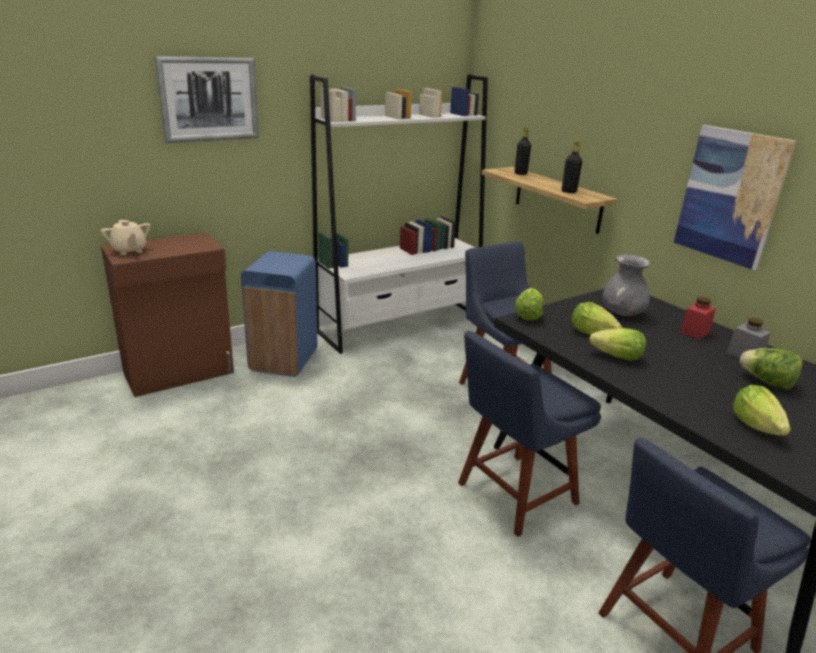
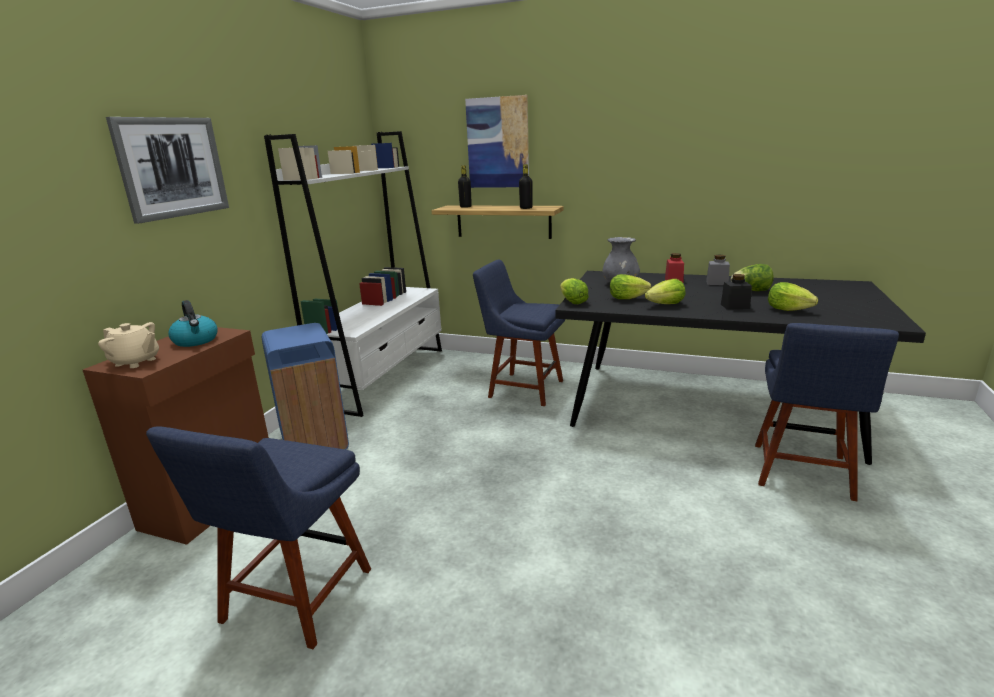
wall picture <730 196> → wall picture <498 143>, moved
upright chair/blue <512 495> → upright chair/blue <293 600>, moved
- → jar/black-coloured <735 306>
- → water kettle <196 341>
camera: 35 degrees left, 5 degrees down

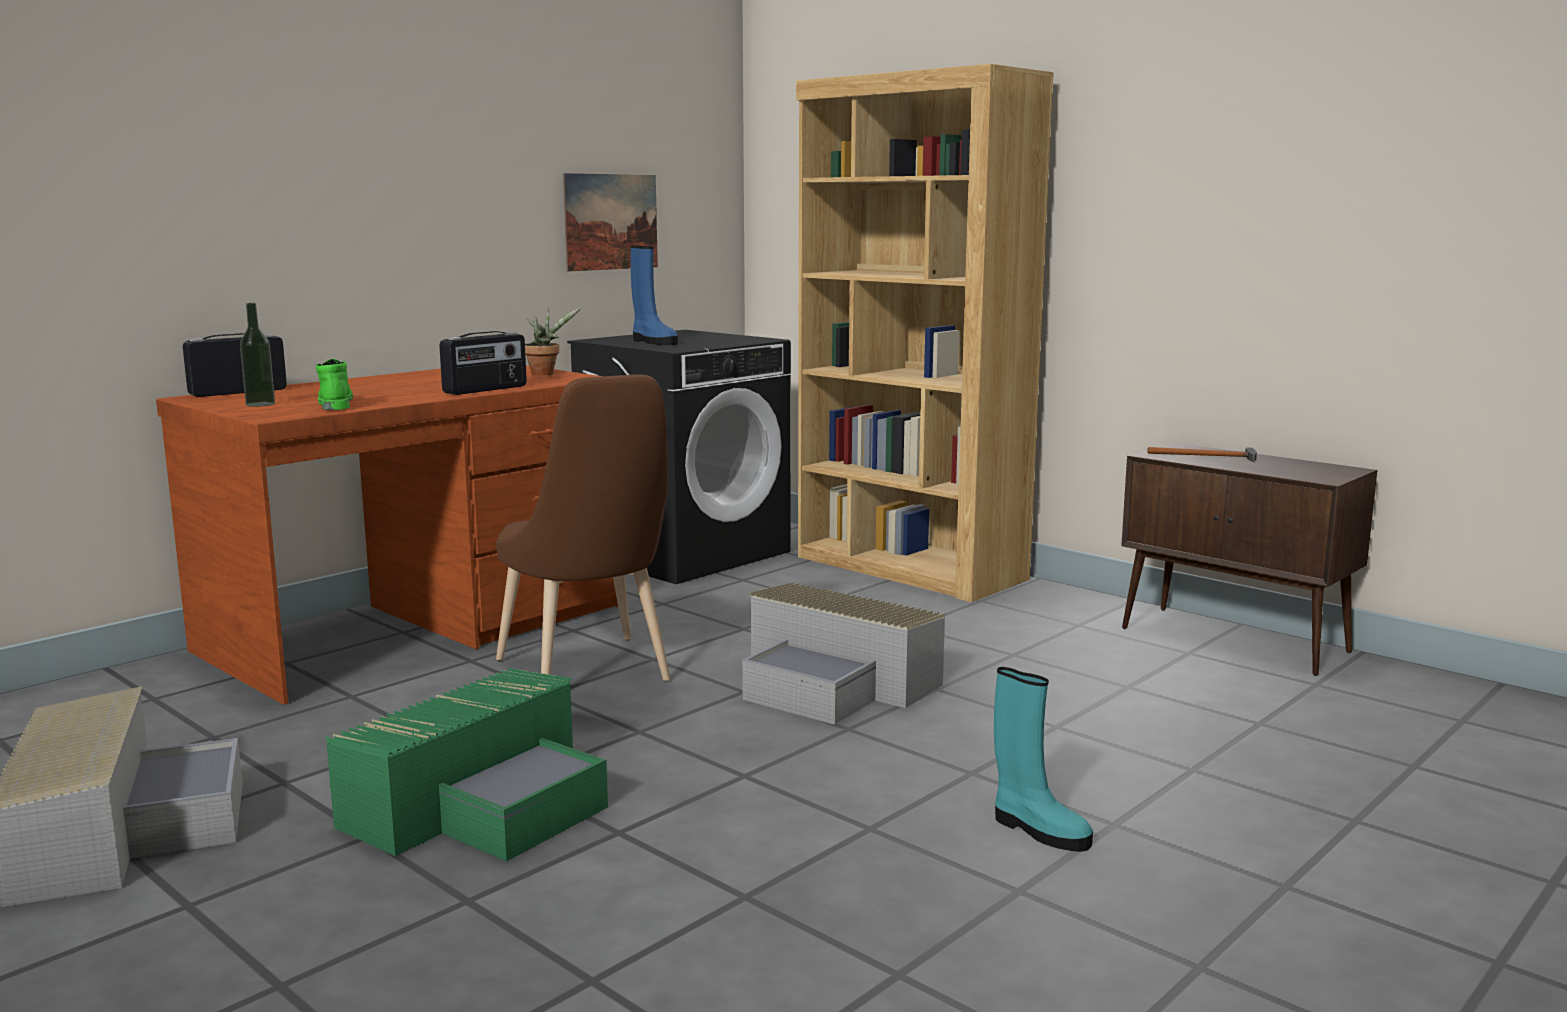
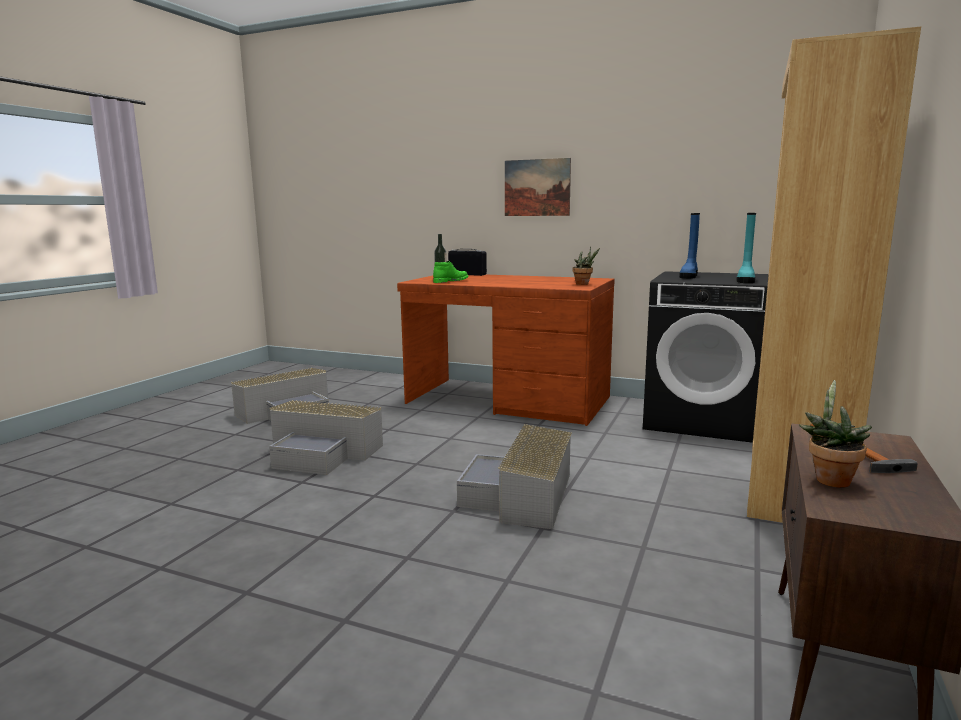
wall picture <611 222> → wall picture <537 187>, moved
radio set <486 389> → -
upright chair/brown <589 674> → -
high-top boot/turquoise <1038 830> → high-top boot/turquoise <745 280>, moved
storage container/green-coloured <483 803> → storage container/greyish <324 453>
- → plant in a pot <829 479>
camera: 70 degrees right, 0 degrees up

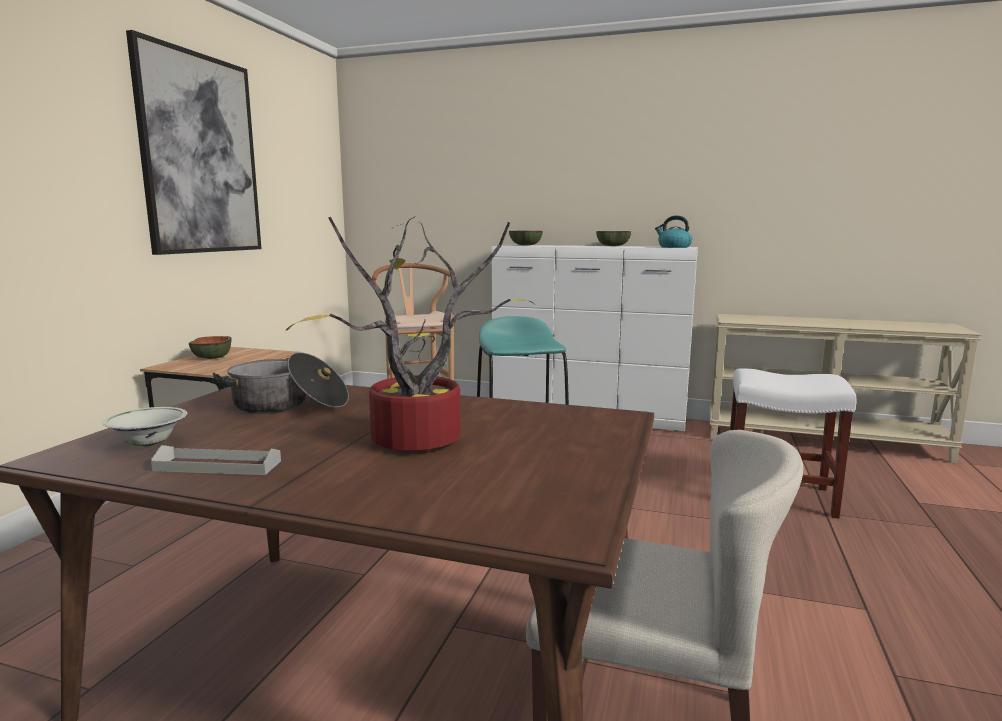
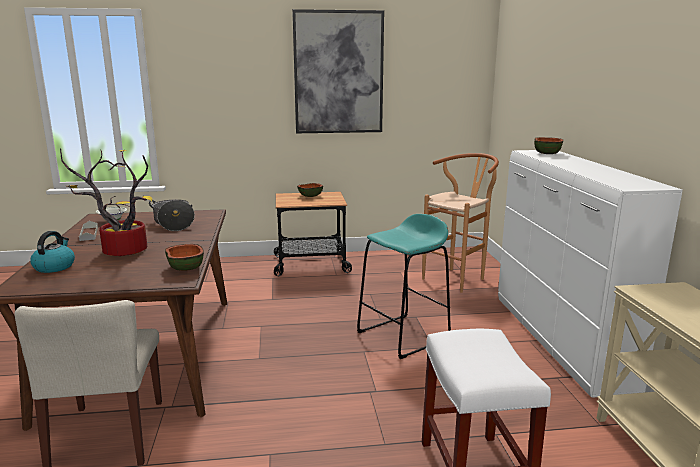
water kettle <673 247> → water kettle <54 267>, moved
deep dish <612 246> → deep dish <185 268>, moved
camera: 65 degrees right, 5 degrees up

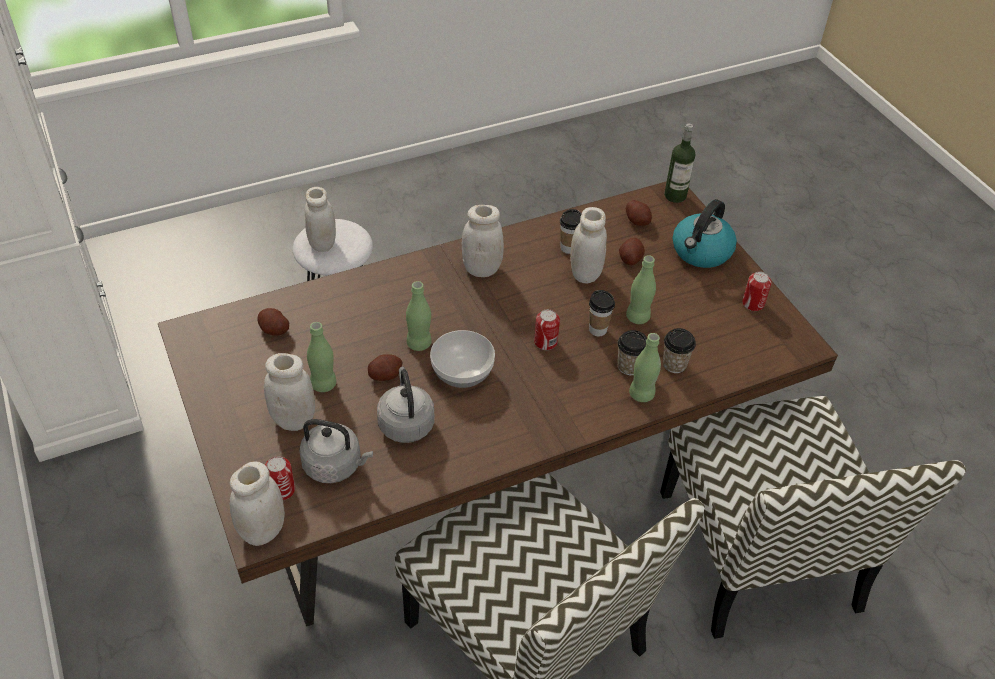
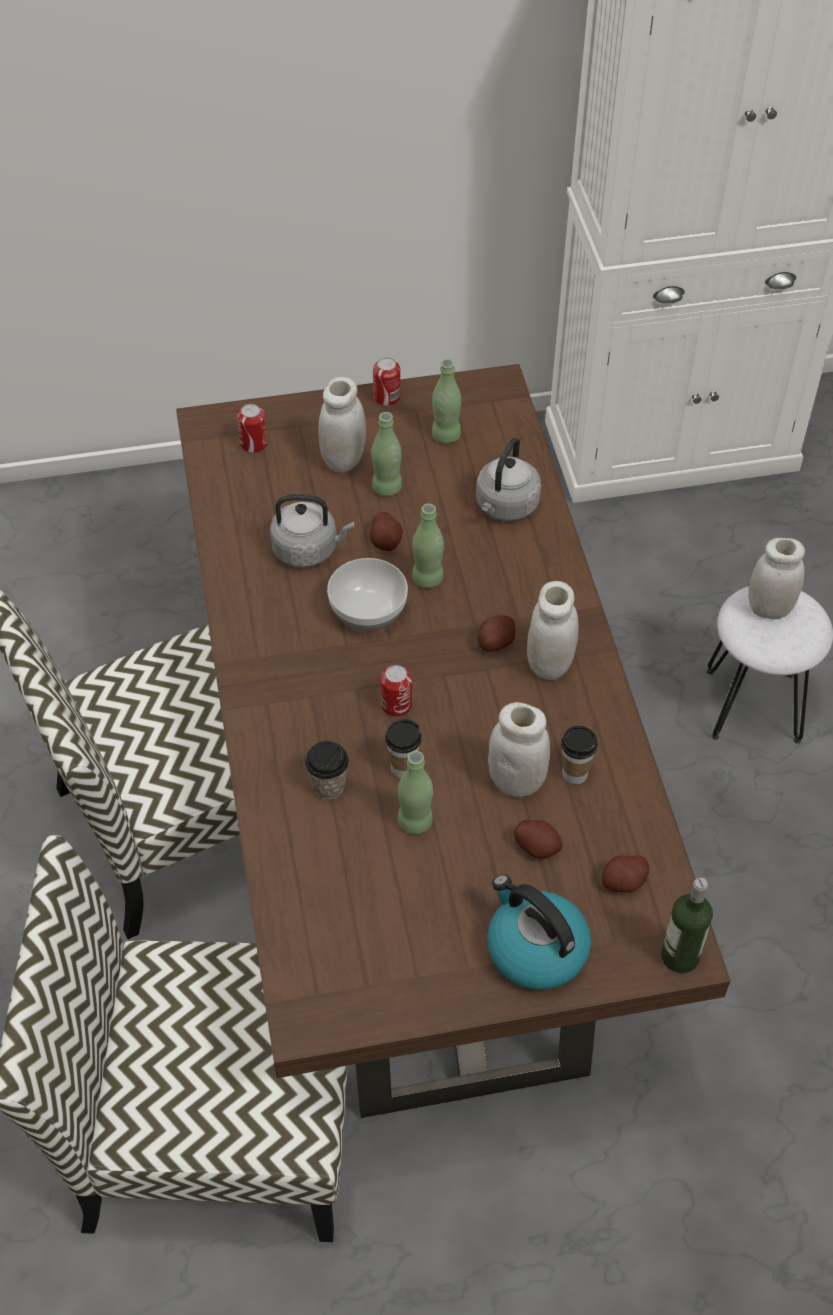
can <753 303> → can <387 397>, moved
potato <274 330> → potato <495 642>, moved
drinking cup <674 364> → -
bottle/green-coloured <641 394> → bottle/green-coloured <446 435>, moved
water kettle/greyish <335 465> → water kettle/greyish <505 507>, moved
jar/white <263 531> → -
camera: 105 degrees right, 5 degrees up

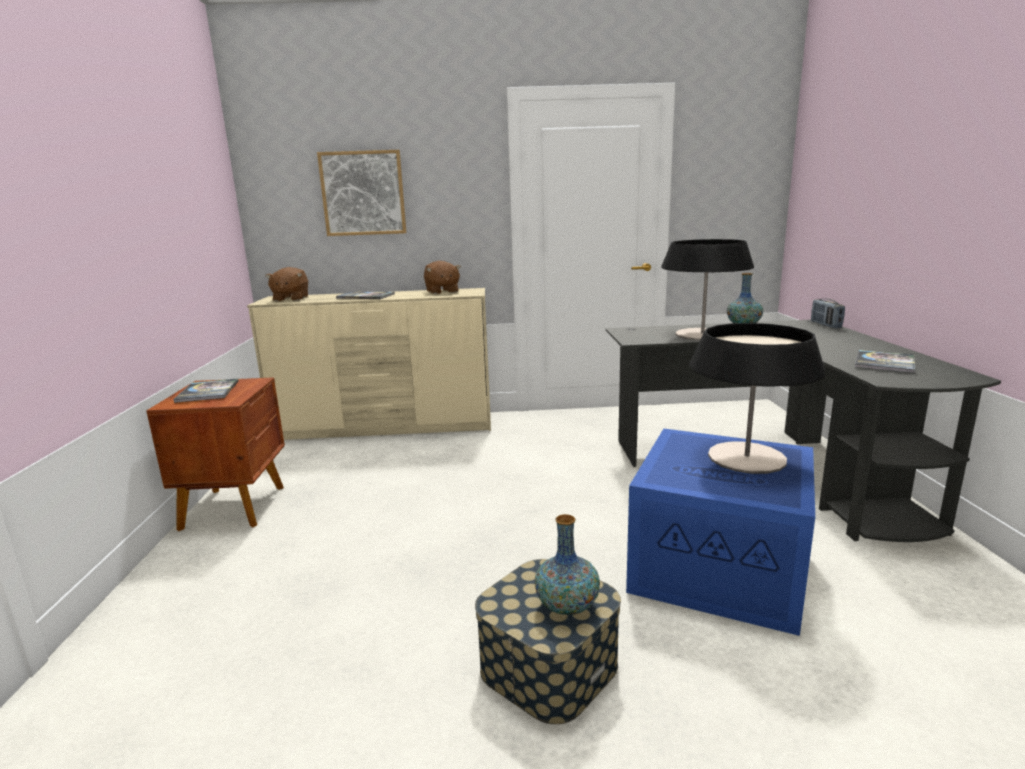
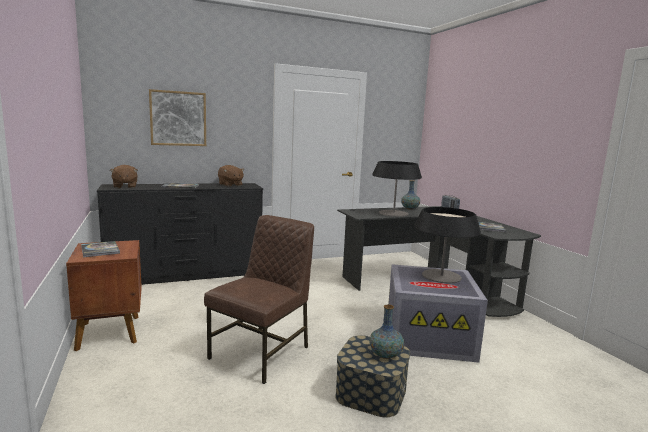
dresser/sand-coloured <386 427> → dresser/black-coloured <187 275>
storage container/blue <721 566> → storage container/greyish <429 336>
- → upright chair/brown <262 352>
camera: 20 degrees left, 5 degrees down

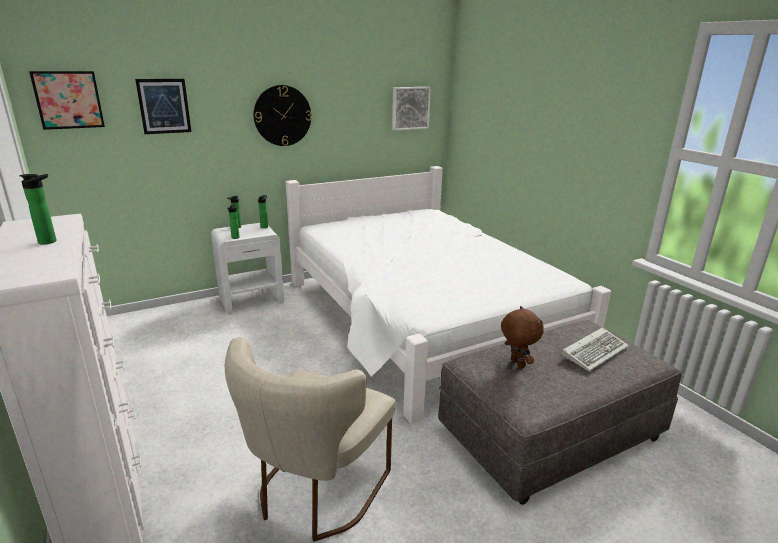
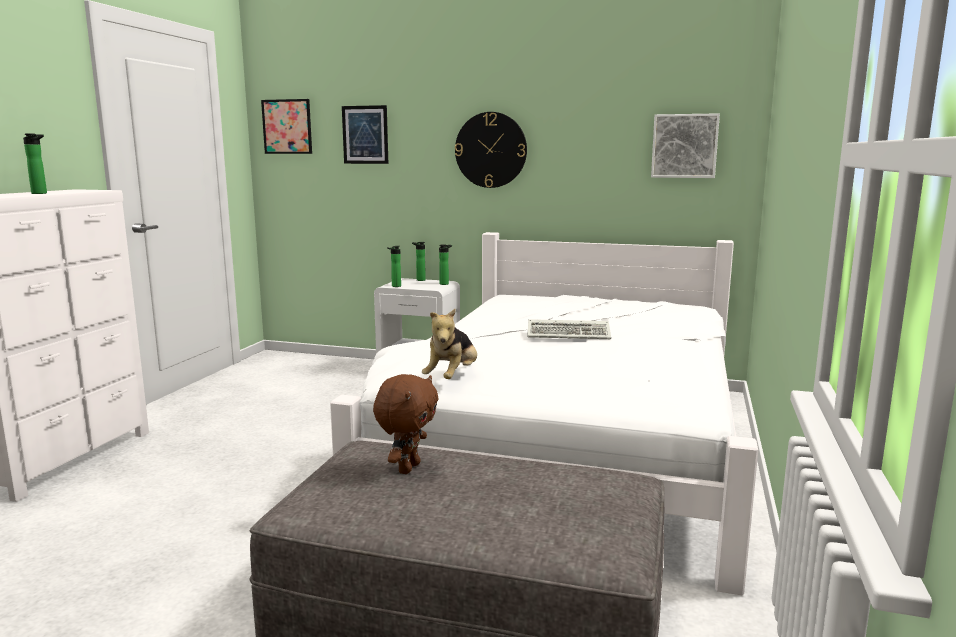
keyboard <595 351> → keyboard <570 334>, moved
upright chair/sand-coloured <315 493> → -
- → plush toy <452 377>
camera: 45 degrees right, 10 degrees down

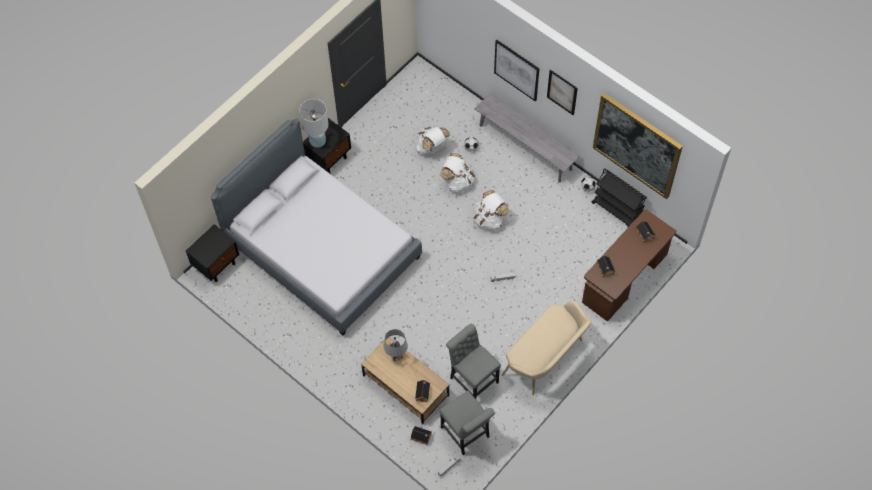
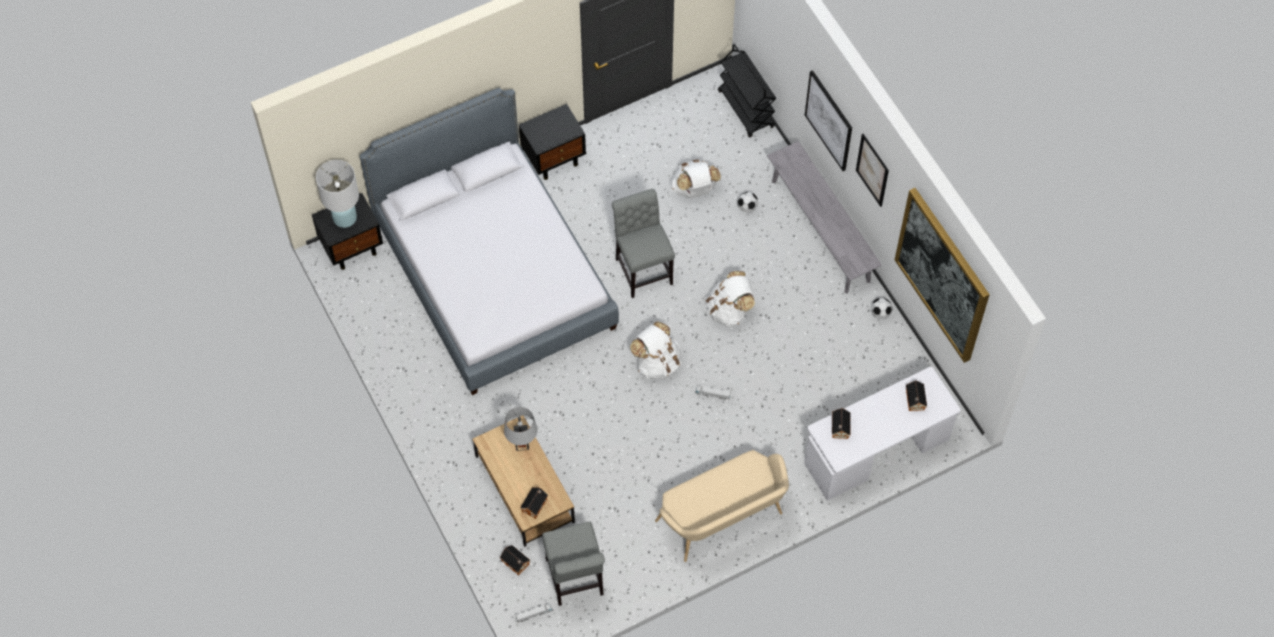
table lamp/white <317 141> → table lamp/white <344 218>, moved
rucksack/white <457 181> → rucksack/white <657 363>, moved
cart/black-coloured <617 210> → cart/black-coloured <746 109>, moved
desk table/brown <624 278> → desk table/white <876 452>
upright chair/greyish <472 378> → upright chair/greyish <642 269>, moved
camera: 20 degrees right, 0 degrees up

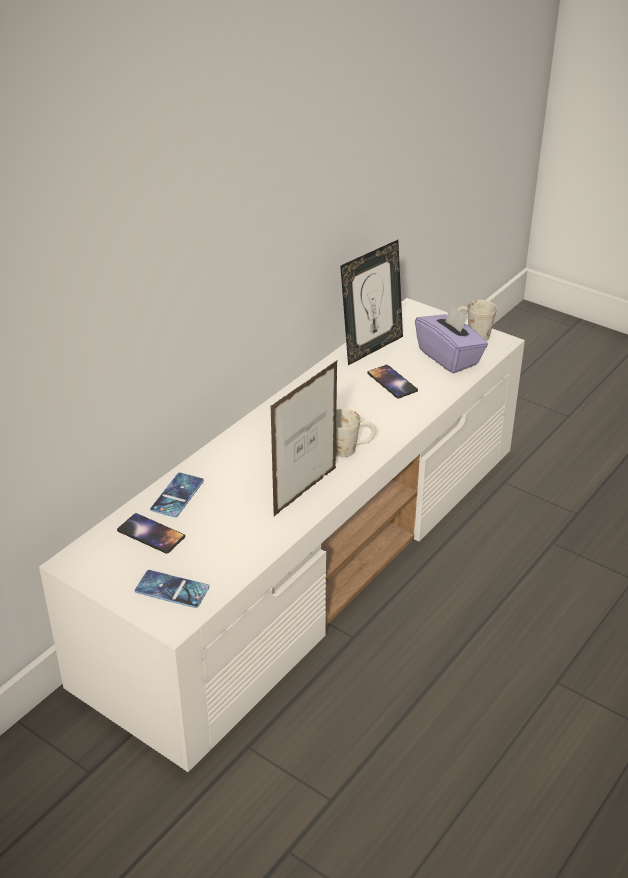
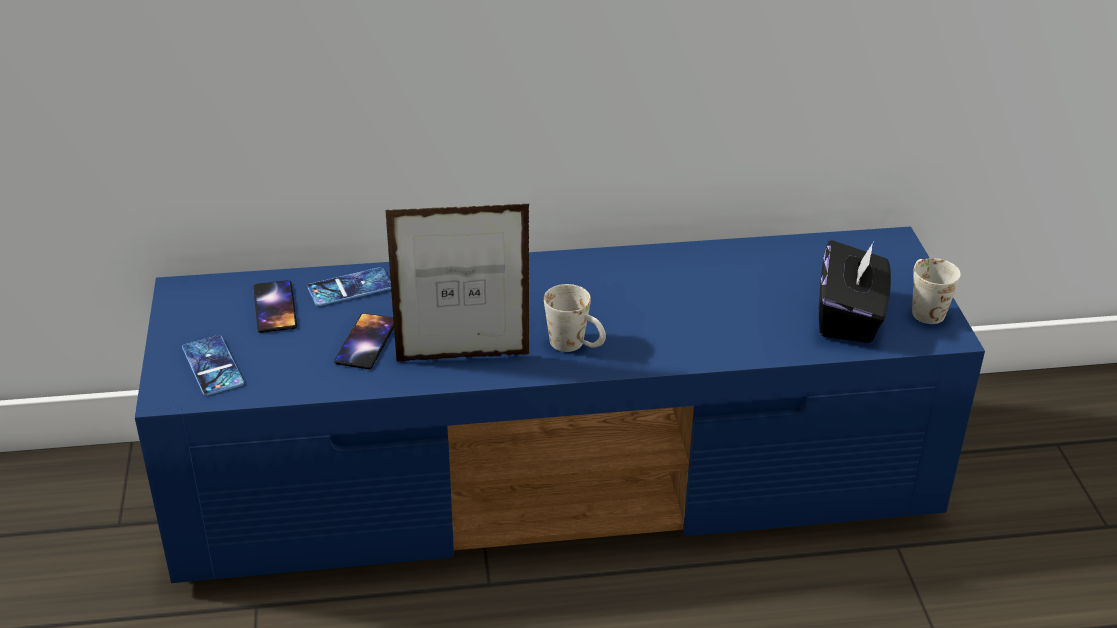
standing frame <371 348> → -
tv stand/white <314 560> → tv stand/blue <560 483>
box of tissues/purple <449 357> → box of tissues/black-coloured <849 317>
handset <392 382> → handset <366 342>, moved
camera: 45 degrees right, 0 degrees up

